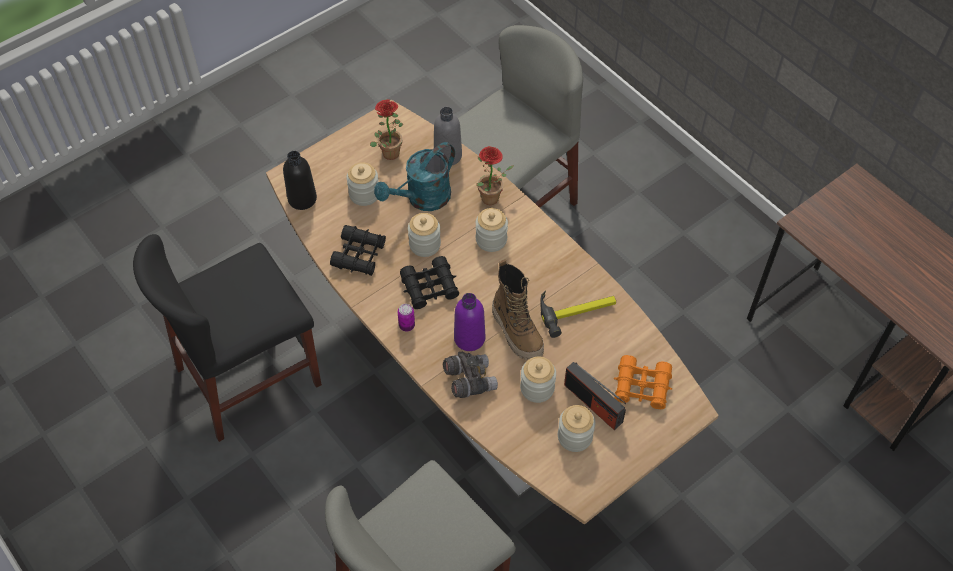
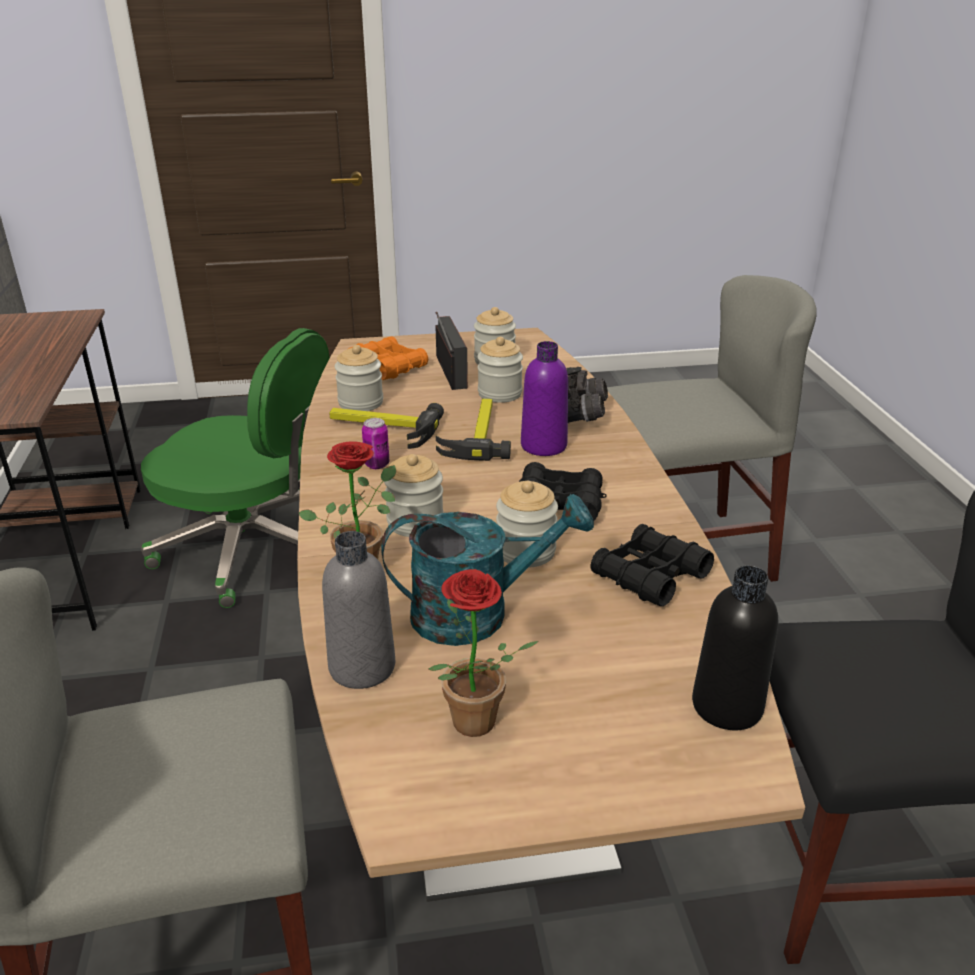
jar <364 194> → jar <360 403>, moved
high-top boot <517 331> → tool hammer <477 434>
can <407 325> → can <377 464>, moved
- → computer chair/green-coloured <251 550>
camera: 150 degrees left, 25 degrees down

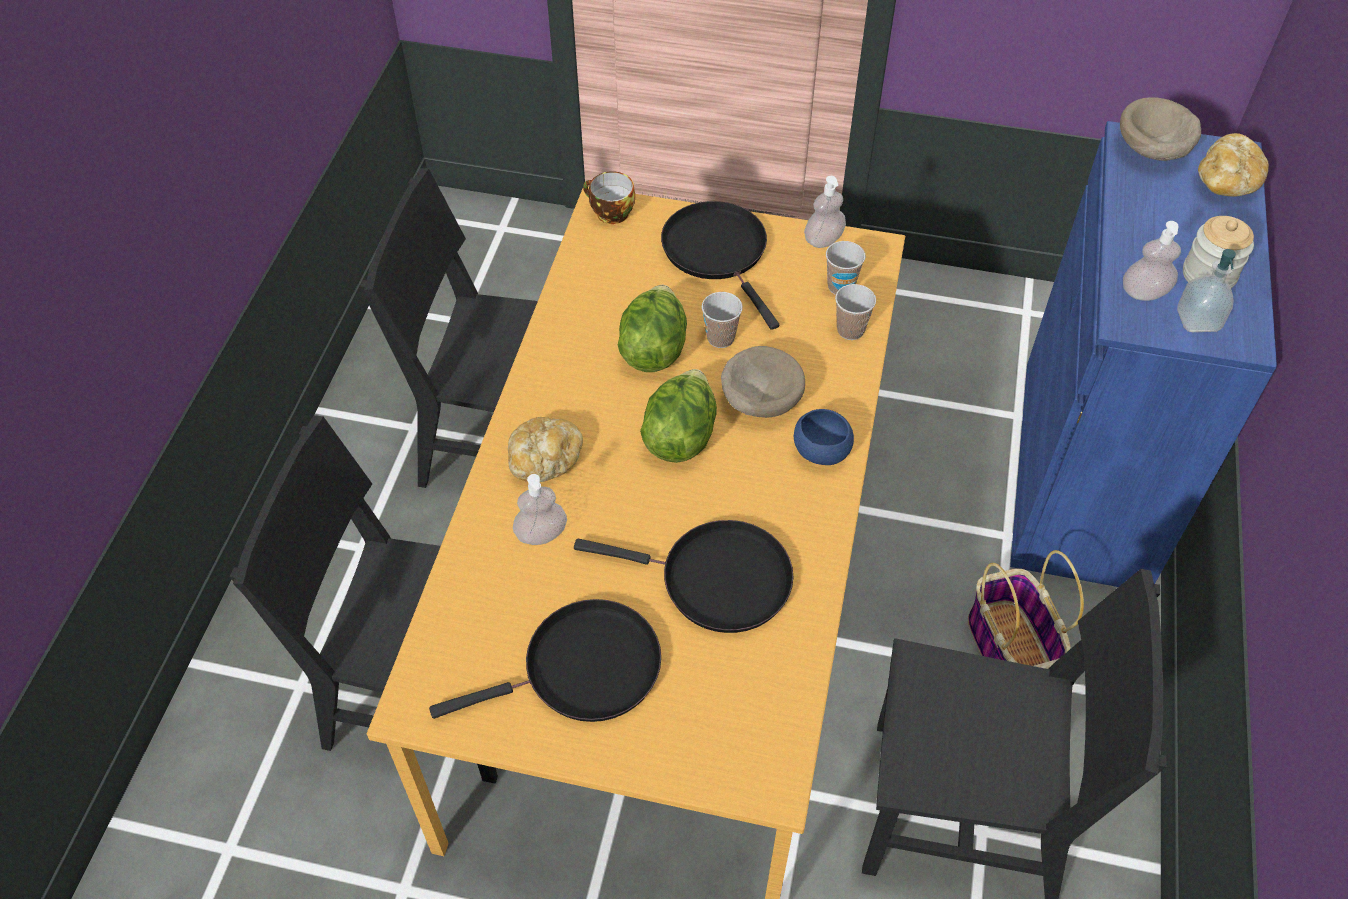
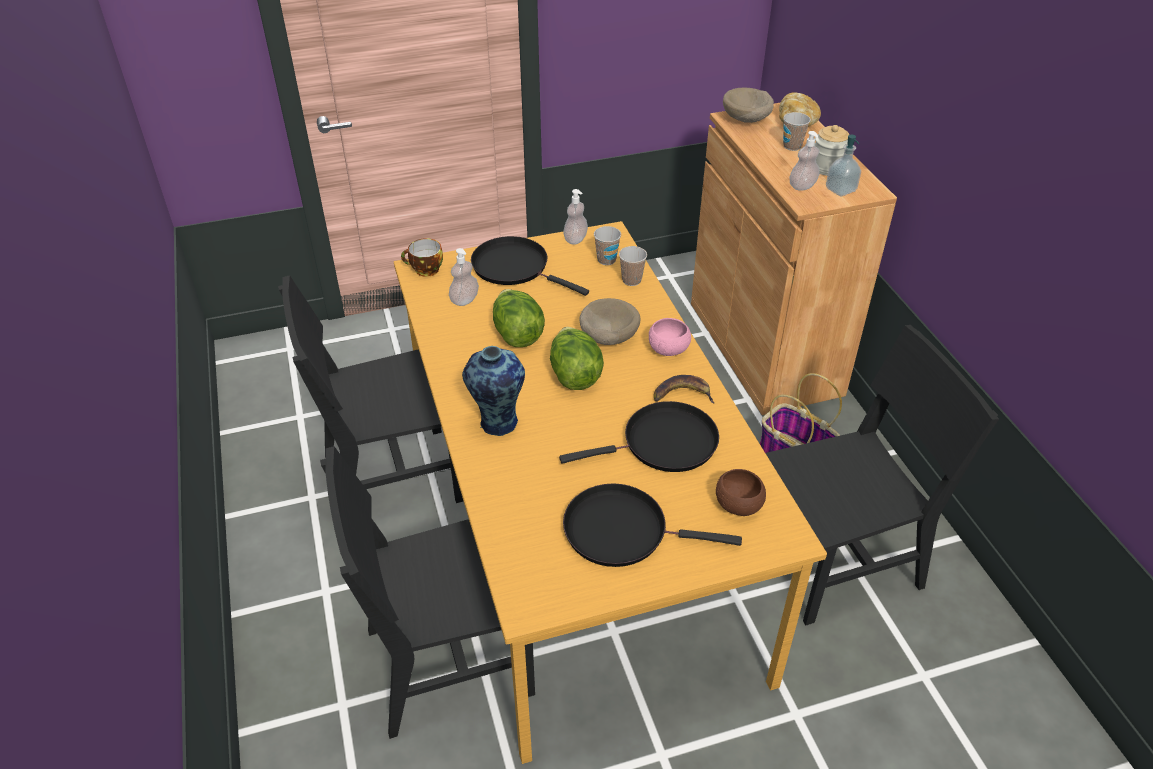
cupboard/blue <1084 471> → cupboard/brown <764 347>
drinking cup <720 338> → drinking cup <792 146>, moved
deep dish/blue <821 452> → deep dish/pink-coloured <668 350>
baked bread <545 460> → flower vase <497 423>
liquid soap bottle <541 534> → liquid soap bottle <464 300>, moved
skillet/black-coloured <583 669> → skillet/black-coloured <622 530>, 120 degrees counterclockwise
- → banana fruit <682 394>
- → deep dish/brown <738 506>
camera: 30 degrees left, 10 degrees down

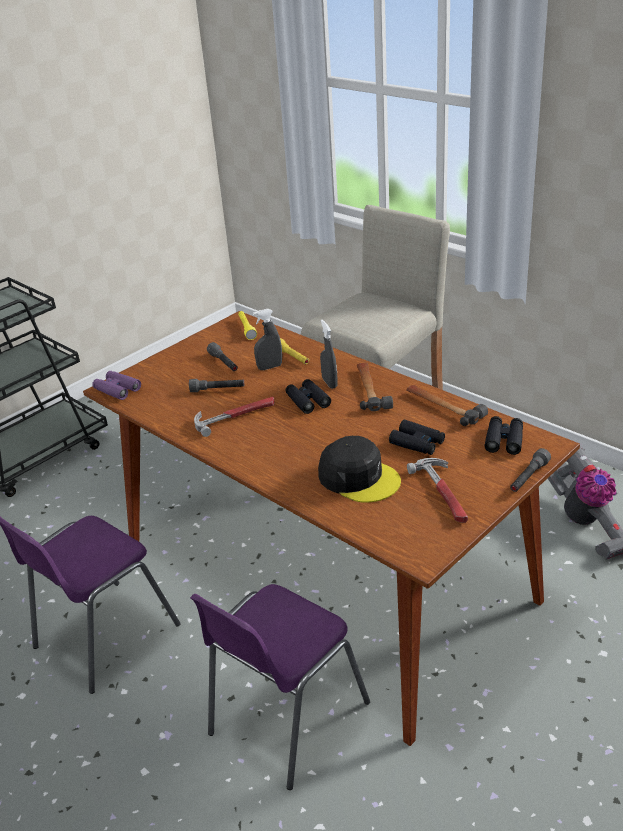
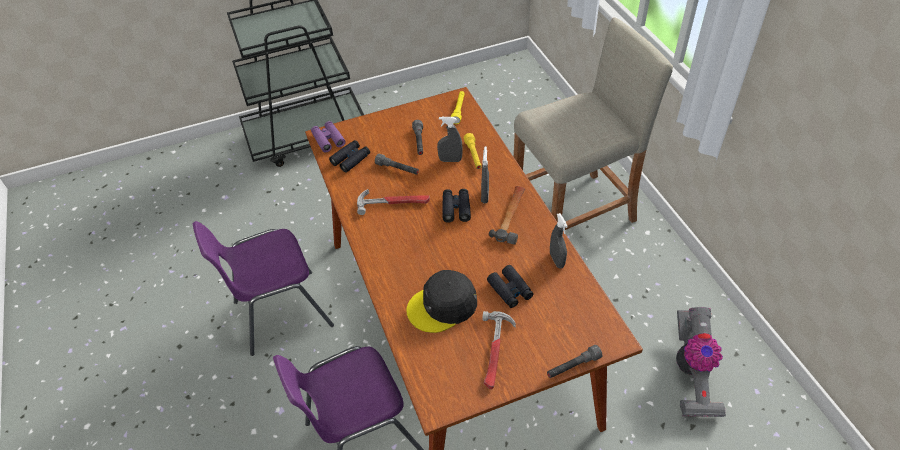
tool hammer <443 407> → spray bottle/greyish <556 260>
binoculars/black-coloured <504 440> → binoculars/black-coloured <351 159>, moved
peaked cap/black-coloured <359 478> → peaked cap/black-coloured <443 306>, 90 degrees clockwise
camera: 25 degrees right, 15 degrees up

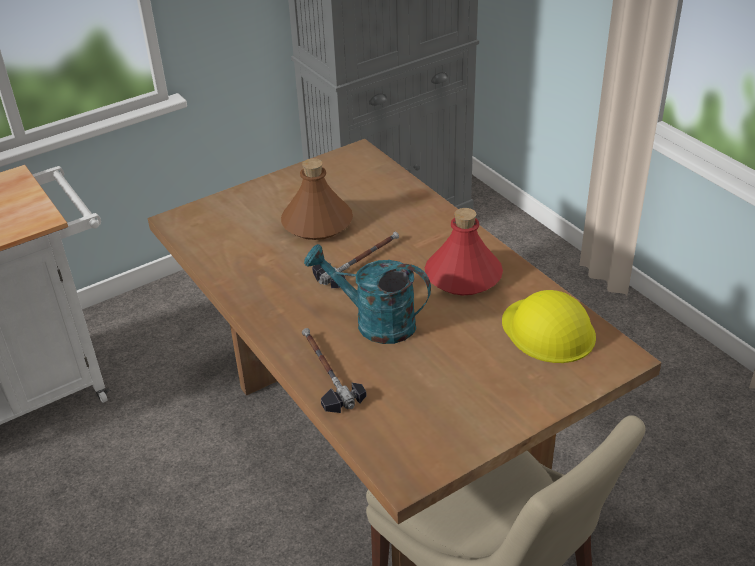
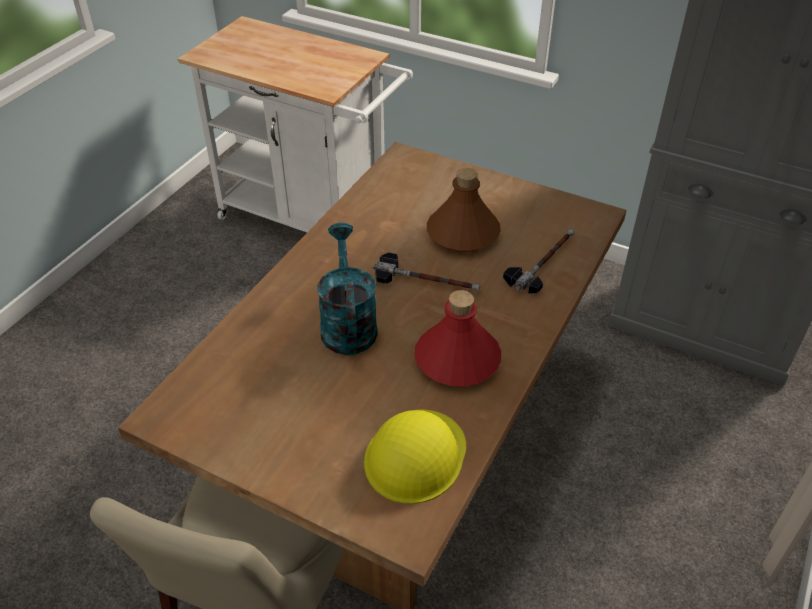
tool hammer <326 373> → tool hammer <543 263>, moved
camera: 60 degrees right, 5 degrees up

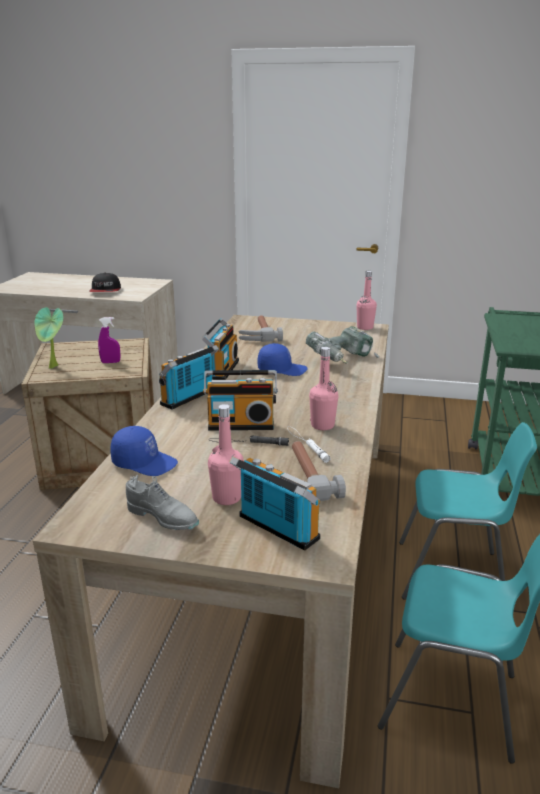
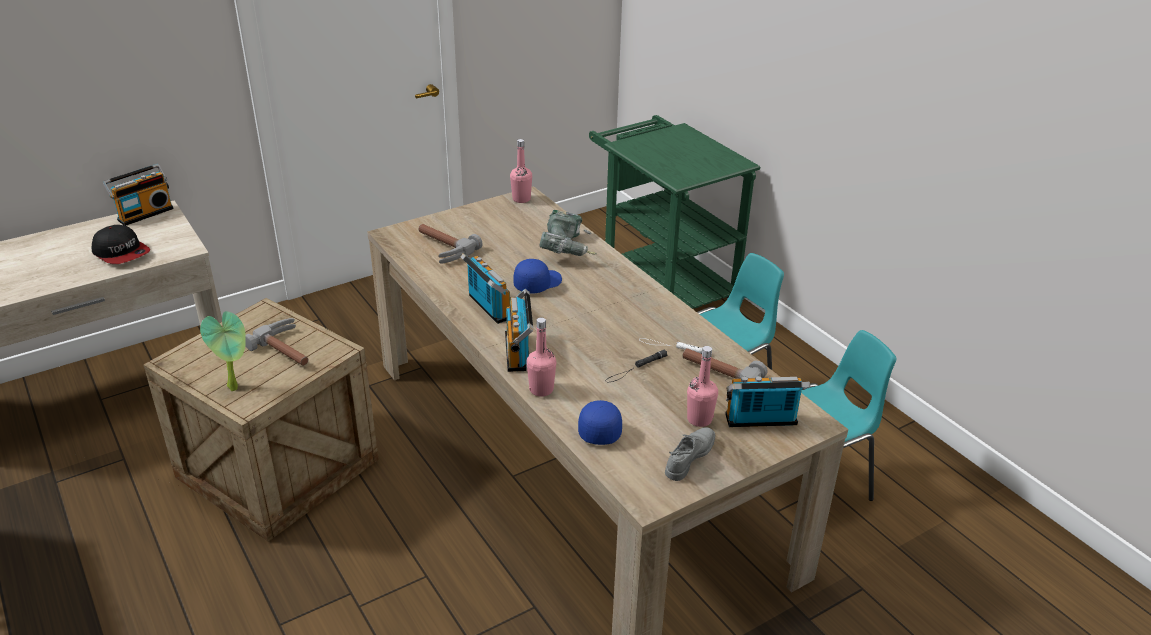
spray bottle/purple <110 362> → tool hammer <289 349>
bottle/pink-coloured <322 425> → bottle/pink-coloured <541 389>, moved
radio set <241 424> → radio set <144 213>, moved
peaked cap/blue <145 462> → peaked cap/blue <599 427>, 60 degrees counterclockwise
low shoe/greyish <163 518> → low shoe/greyish <689 458>, 45 degrees counterclockwise
camera: 45 degrees left, 10 degrees up

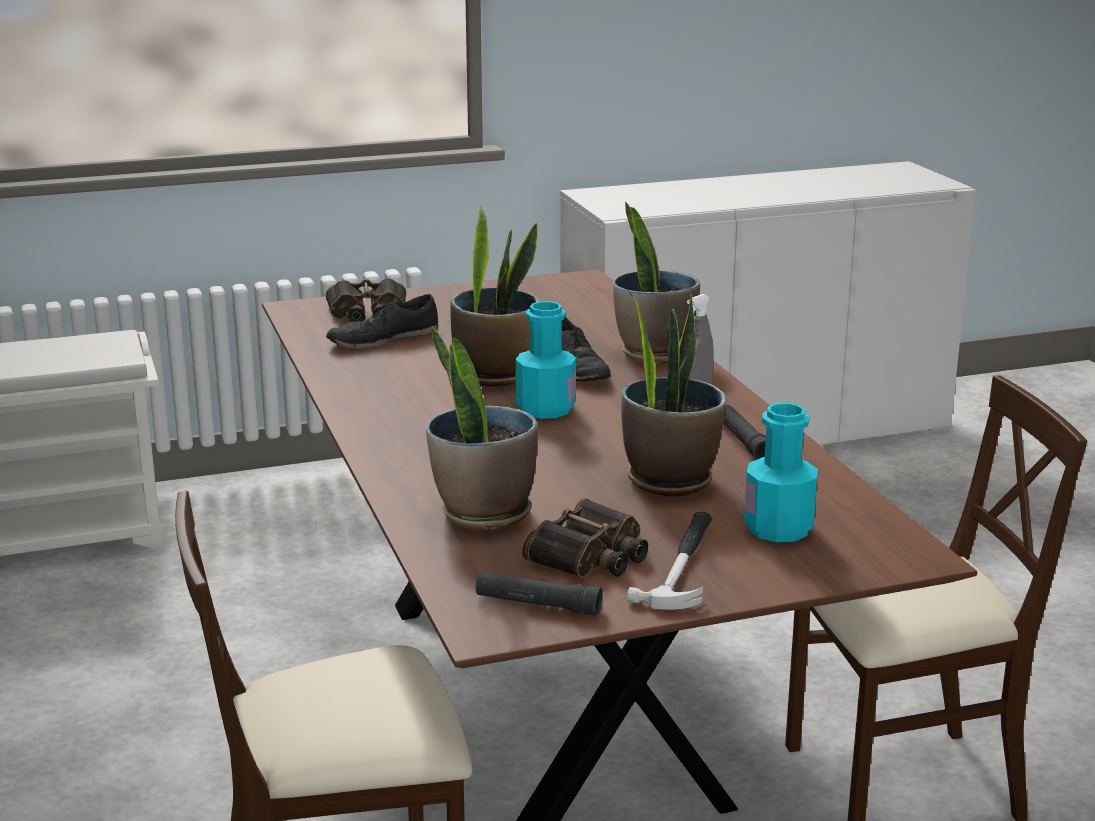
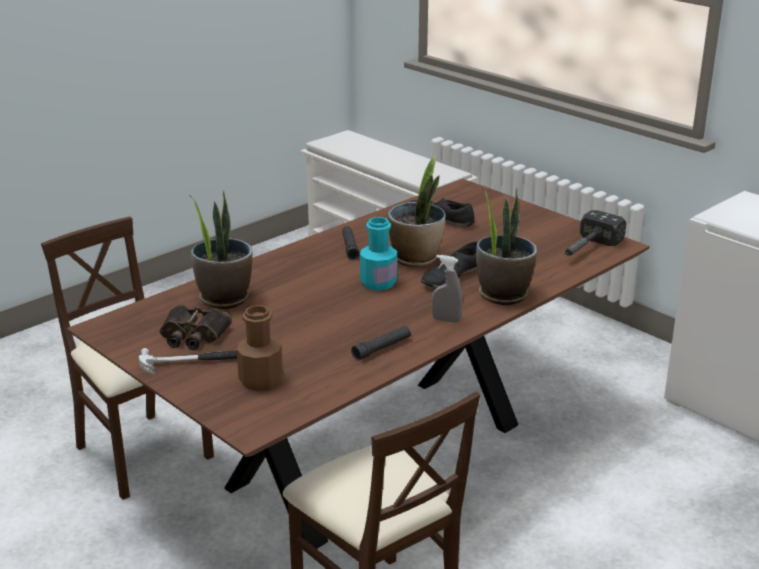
binoculars <367 313> → -
plant in a pot <669 480> → -
bottle/turquoise <778 528> → bottle/brown <261 380>
torch/black-coloured <538 604> → torch/black-coloured <350 247>, moved
- → tool hammer <586 250>
camera: 65 degrees right, 5 degrees up

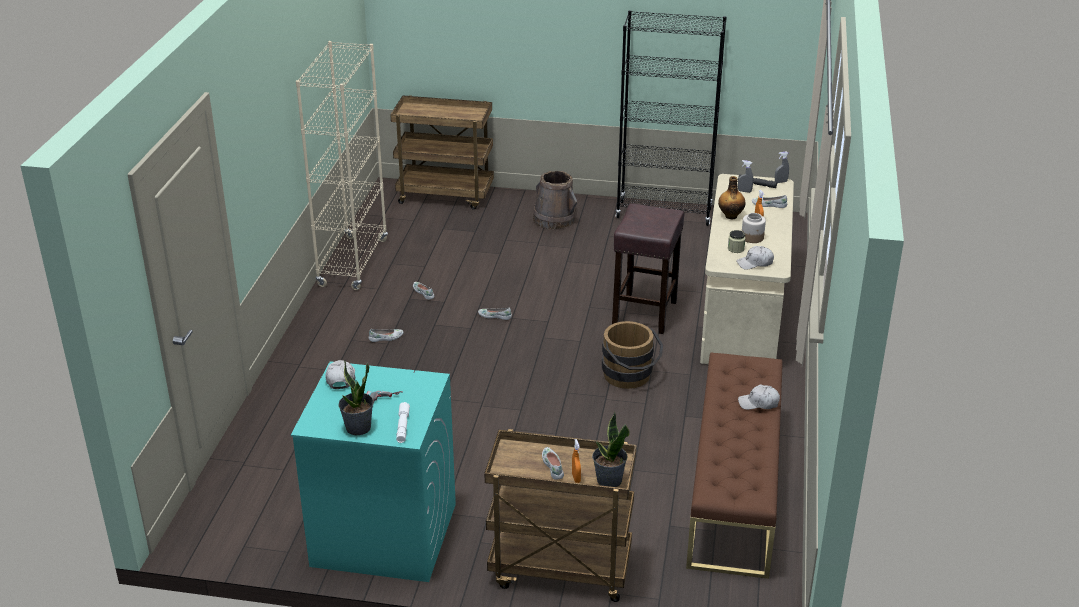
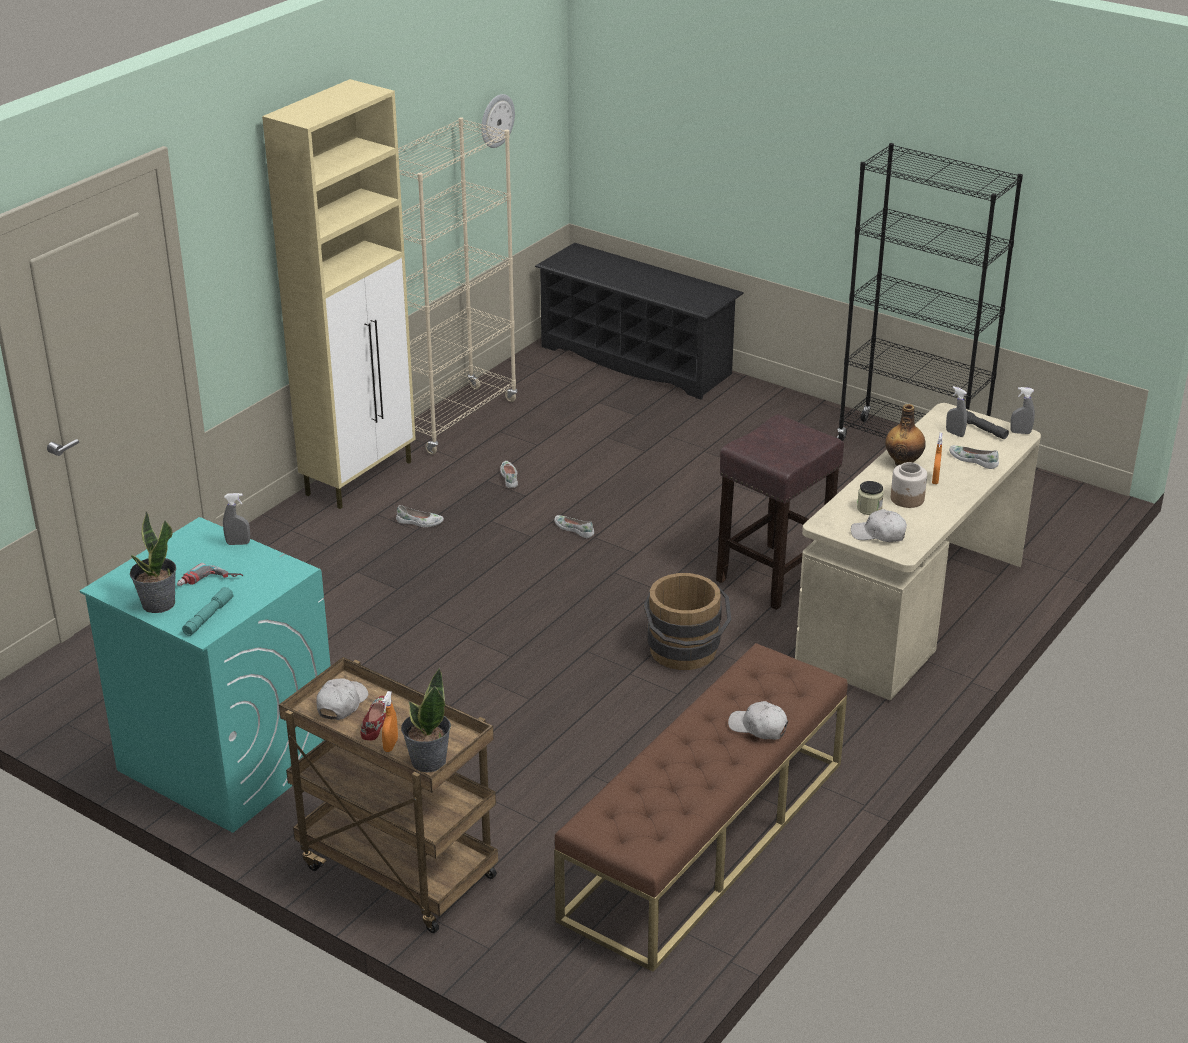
cart/brown <446 195> → shoe shelf/black-coloured <637 360>
pail/brown <554 219> → -
peaked cap/white <341 378> → peaked cap/white <341 704>, moved
torch/white <403 426> → torch/turquoise <208 617>
low shoe/white <553 466> → low shoe/red-coloured <376 722>
- → cupboard/sand-coloured <360 477>
- → hanging clock <496 120>
- → spray bottle/greyish <238 543>
camera: 25 degrees right, 0 degrees up

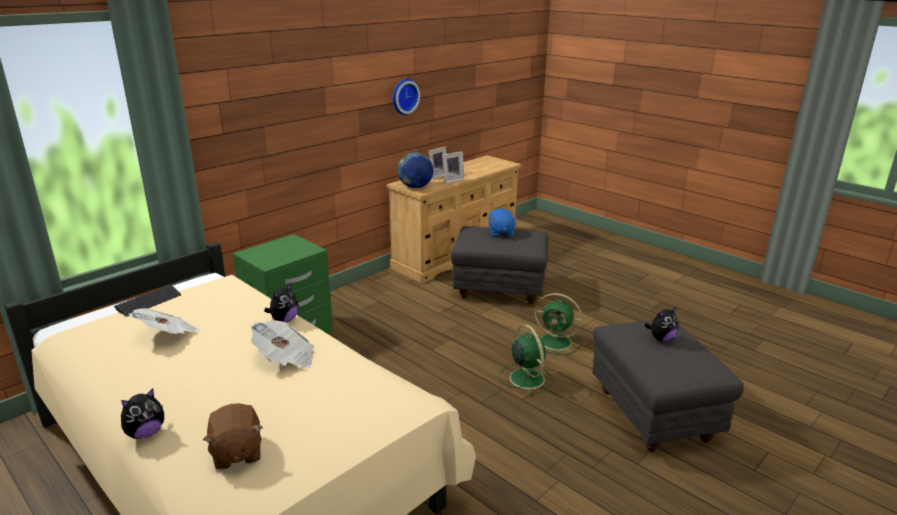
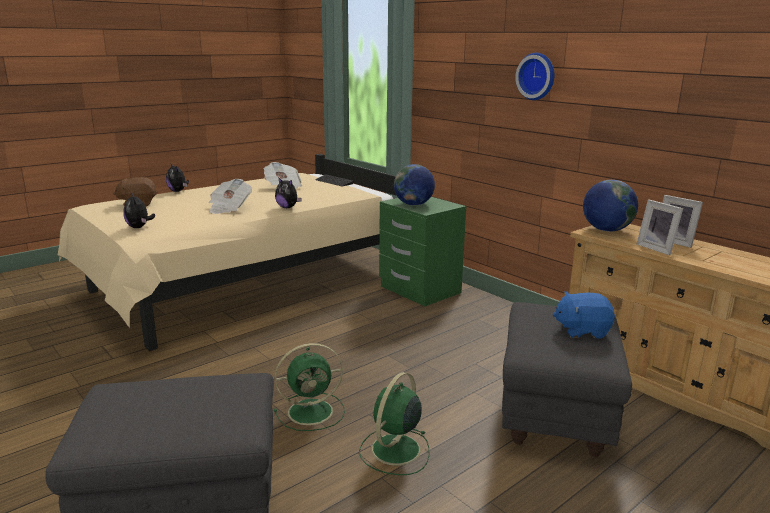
hanging clock <404 96> → hanging clock <537 76>, moved
plush toy <661 339> → plush toy <139 227>, moved
- → globe <413 204>
camera: 95 degrees right, 5 degrees down

